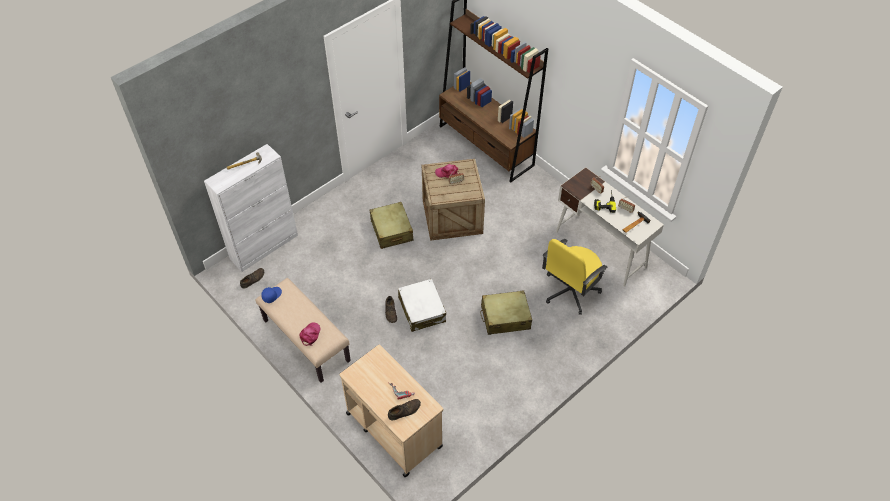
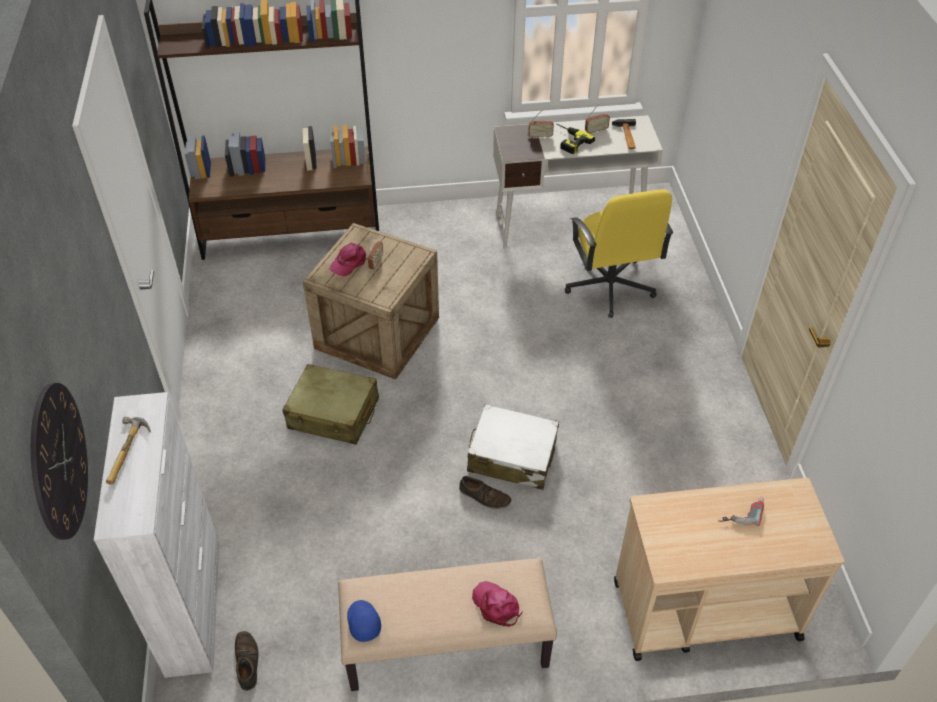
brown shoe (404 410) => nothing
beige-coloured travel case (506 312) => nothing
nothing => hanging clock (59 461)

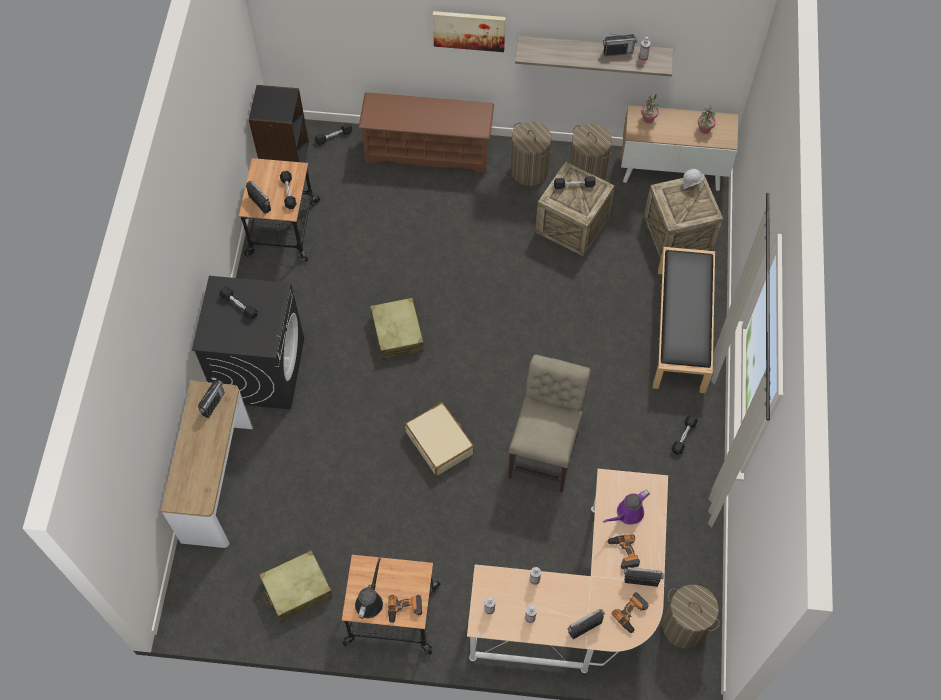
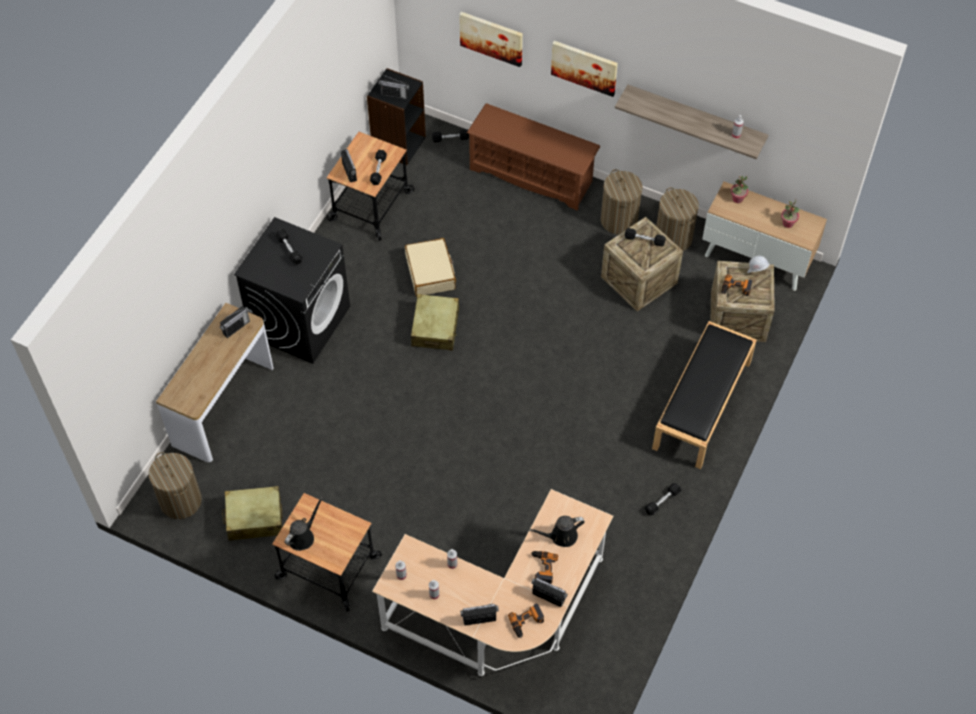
power drill (405 609) => power drill (736 285), moved
beige-coloured travel case (439 439) => beige-coloured travel case (430 267), moved
beige-coloured upright chair (549 424) => nothing
radio set (620 45) => radio set (393 87), moved
purple watering pot (626 507) => black-coloured watering pot (557 531)
washing basket (691 616) => washing basket (175 485), moved
nothing => wall art (491 39)

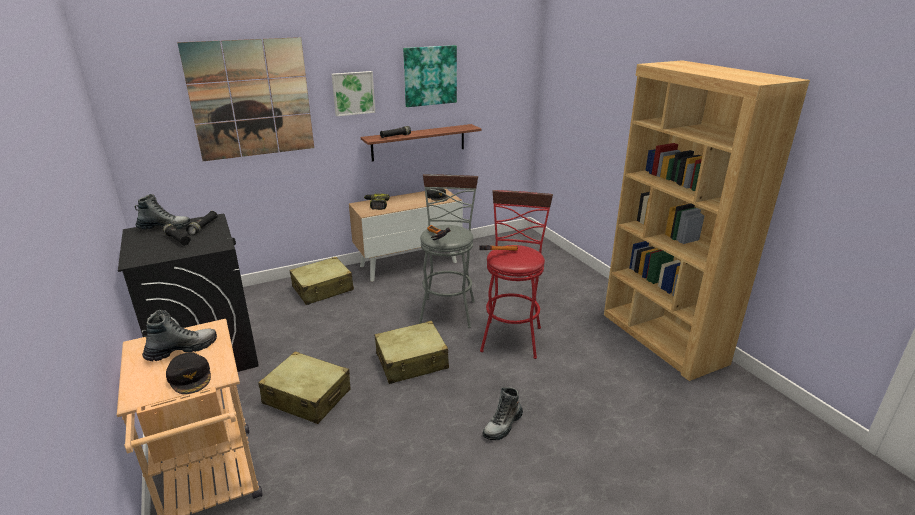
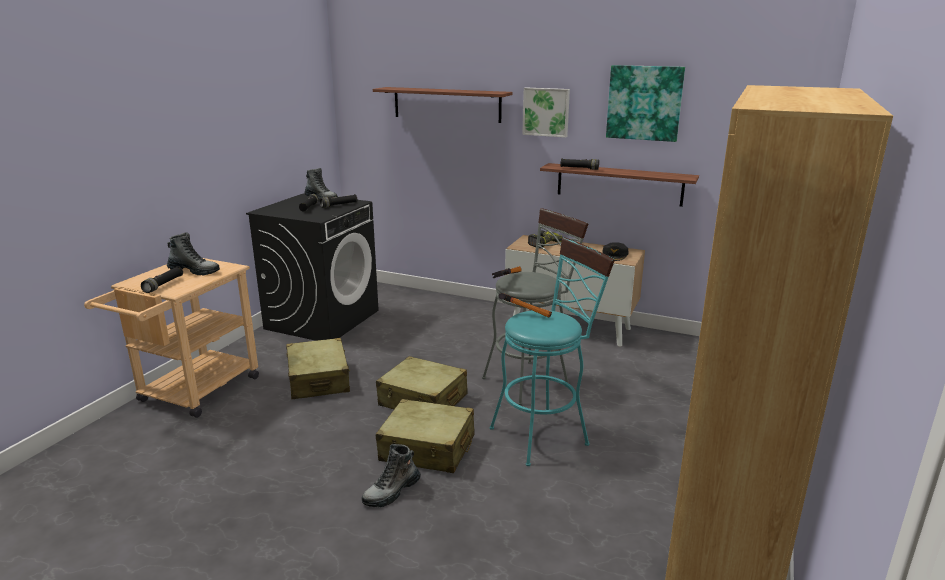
black-coloured peaked cap (188 373) => black-coloured torch (162 279)
wall art (245 99) => bracket shelf (443 105)
beige-coloured travel case (322 281) => beige-coloured travel case (425 436), moved
red sitting stool (516 274) => turquoise sitting stool (552 351)
high-top boot (502 413) => high-top boot (391 475), 45 degrees counterclockwise

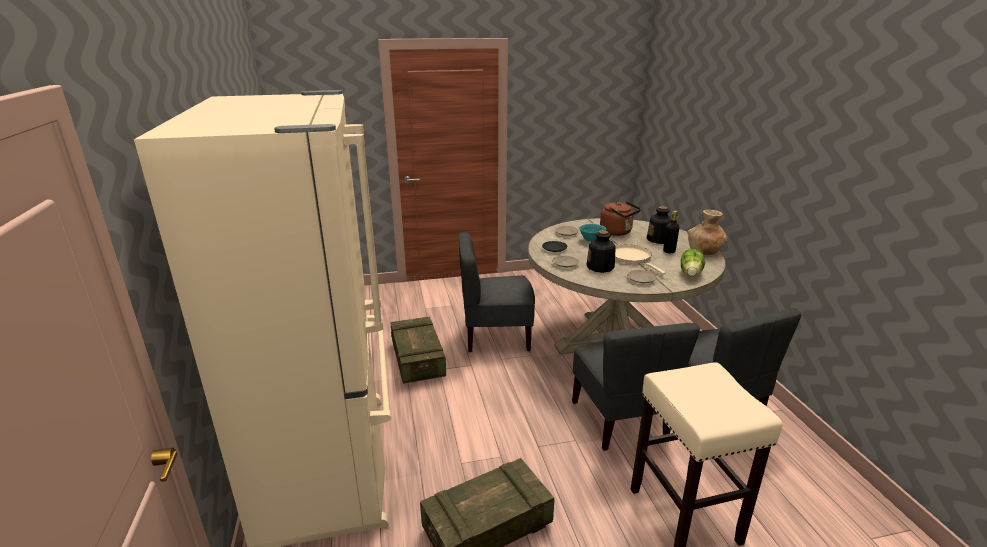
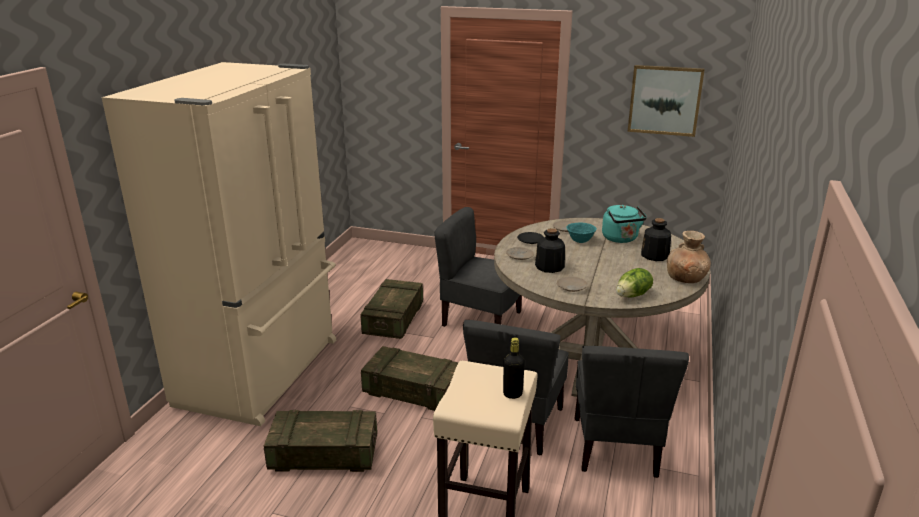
brown kettle (620 218) => turquoise kettle (624 224)
beige-coloured skillet (640 259) => nothing
black-coloured bottle (671 232) => black-coloured bottle (514 368), moved
nothing => shipping crate (409 378)
nothing => wall art (666 101)

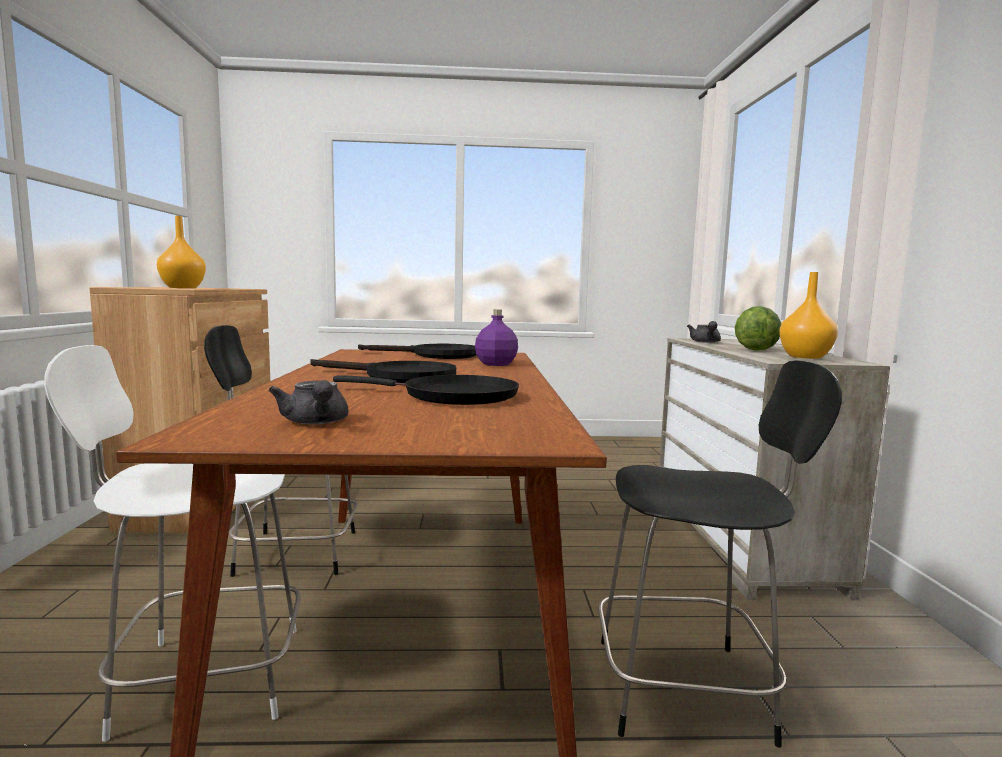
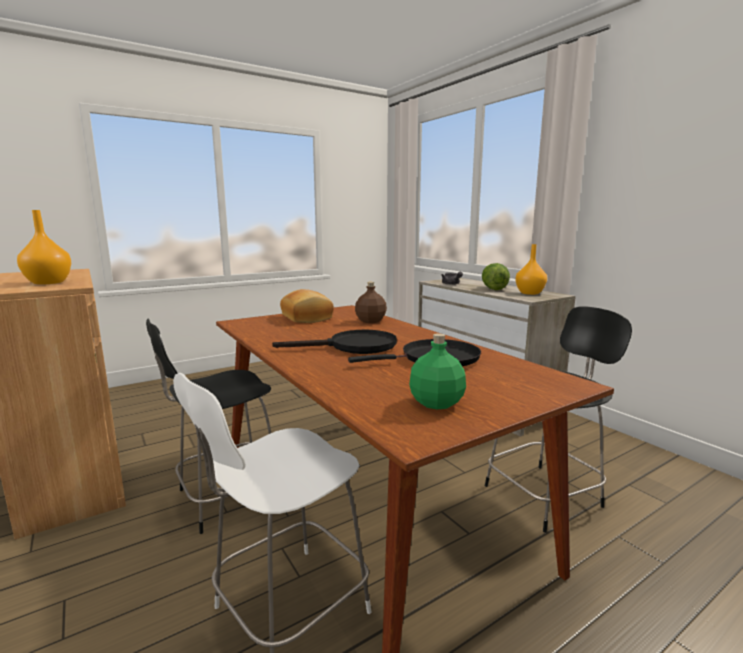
greyish pot for tea (308 402) => greenish bottle (437 371)
black-coloured skillet (417 351) => bakery bread (307 306)
purple bottle (496 337) => brown bottle (371 302)

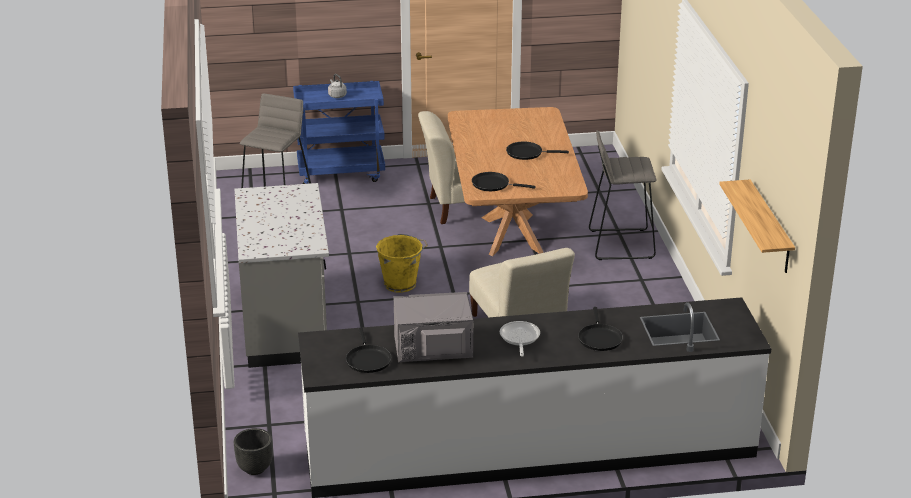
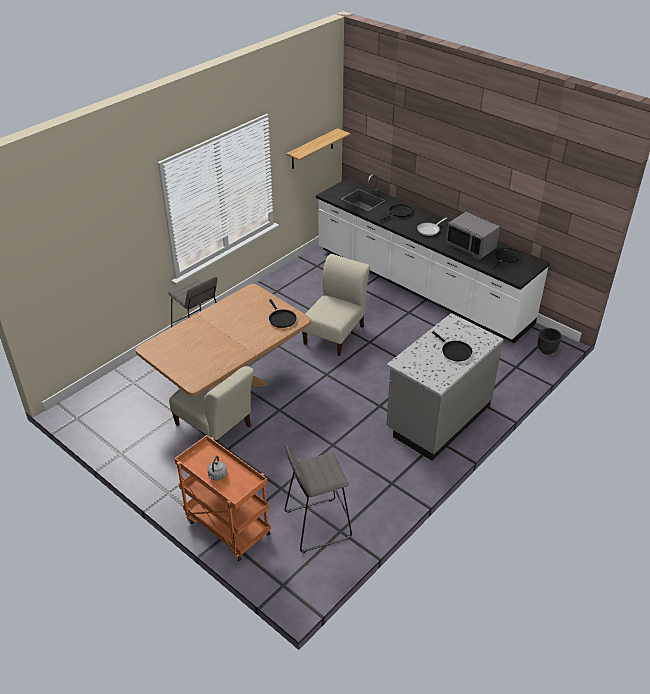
blue trolley (339 132) => orangey trolley (222 498)
yellow-coloured bucket (402 263) => nothing
black-coloured skillet (537 150) => black-coloured skillet (452 346), moved

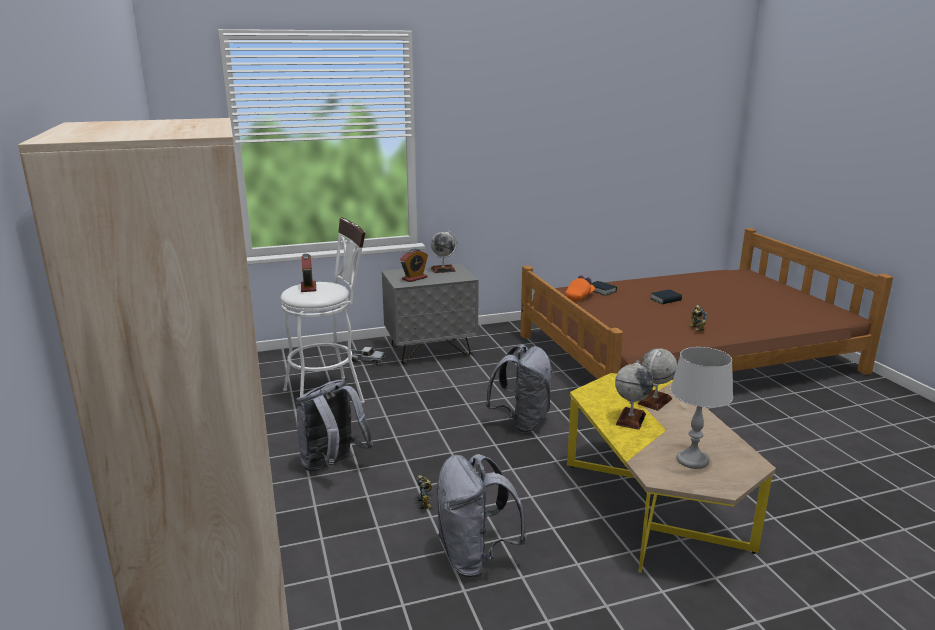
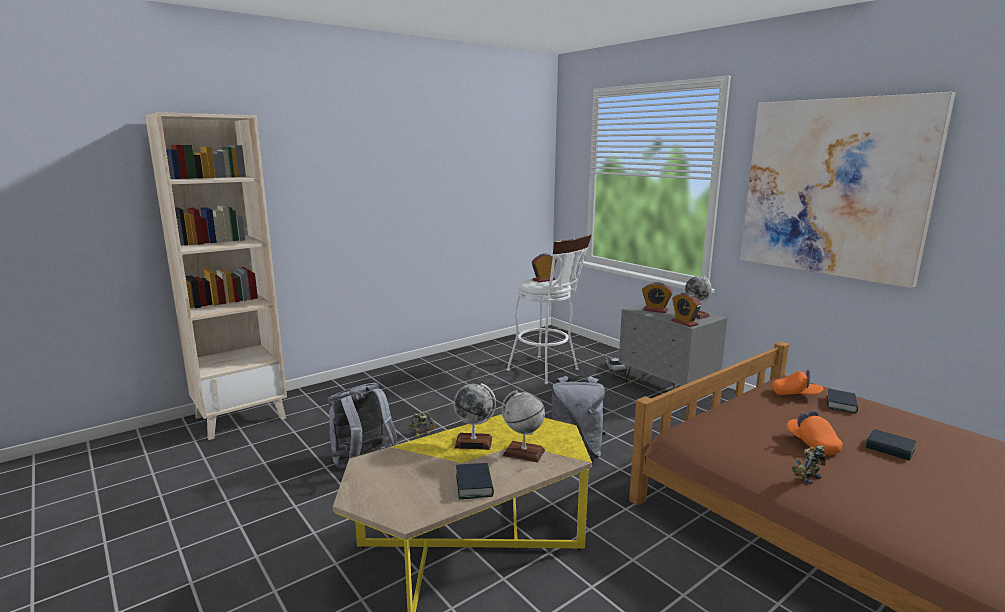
greyish knapsack (334 425) => nothing
greyish table lamp (701 408) => nothing
nothing => book (475 481)
nothing => bedside clock (686 309)
nothing => wall art (848 190)
nothing => orangey peaked cap (814 432)

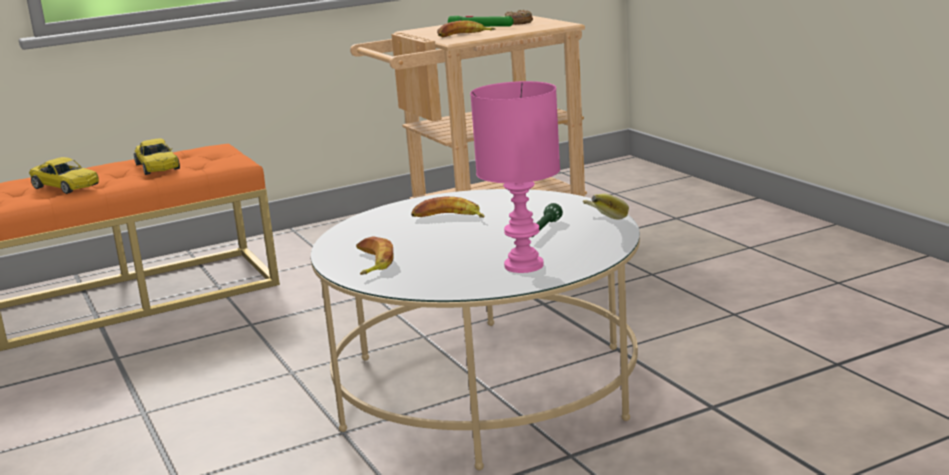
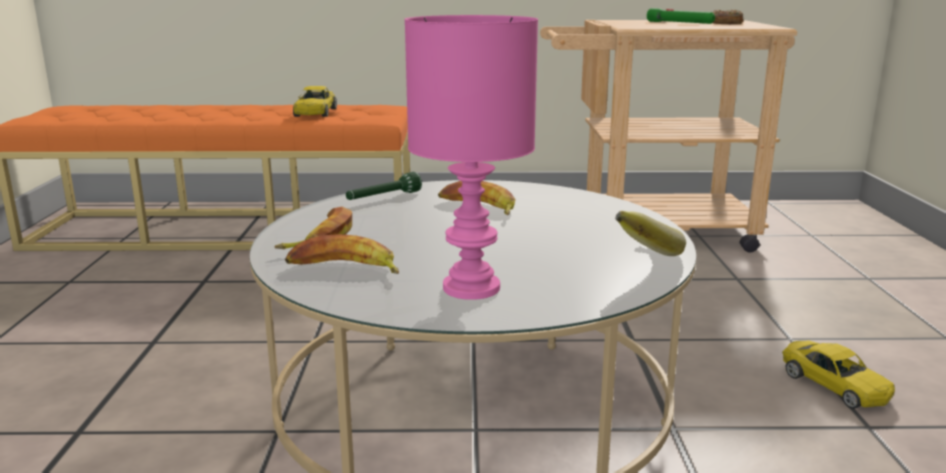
yellow-coloured model car (64 175) => yellow-coloured model car (838 374), moved
banana (466 29) => banana (342 254), moved
greenish torch (547 220) => greenish torch (384 186), moved

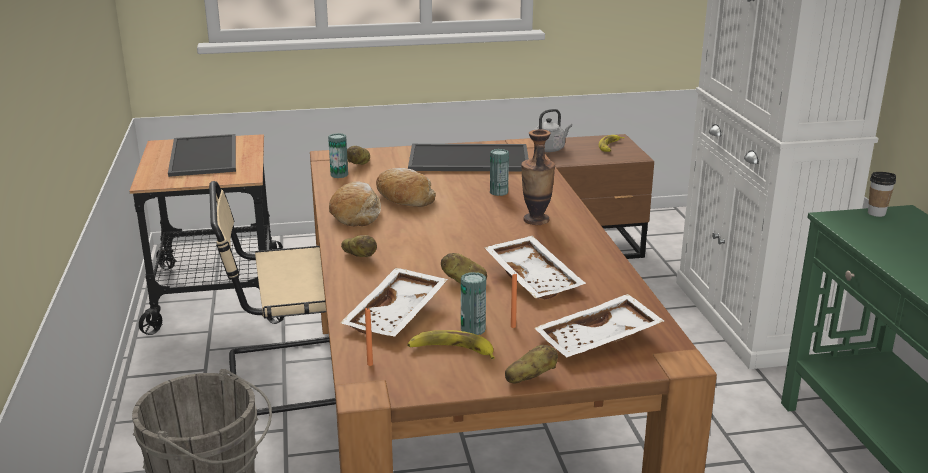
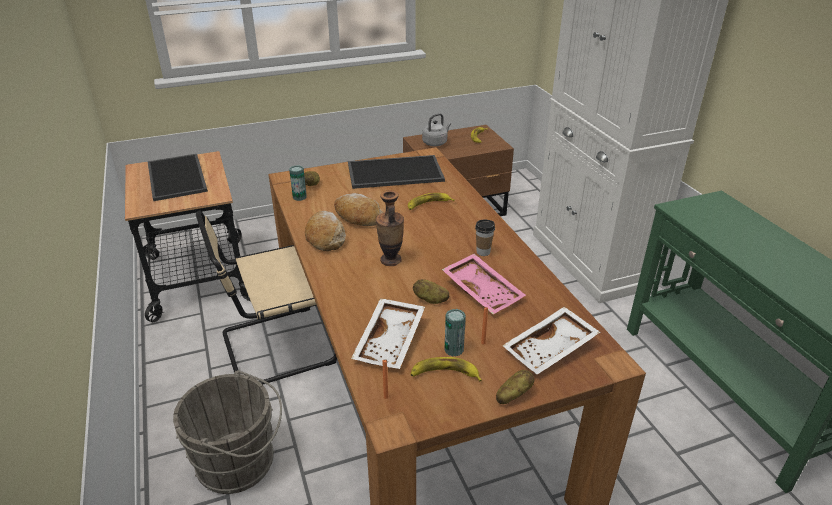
whole potato (359 246) => nothing
whitish carrying tray (535 267) => pinkish carrying tray (484 284)
metal can (499 172) => banana (431 201)
vase (538 177) => vase (390 228), moved
small cup (882 194) => small cup (485 238), moved

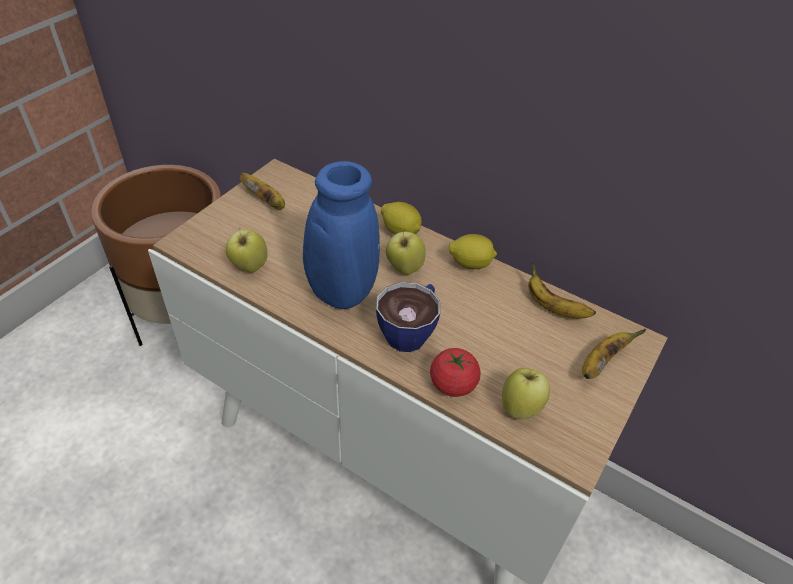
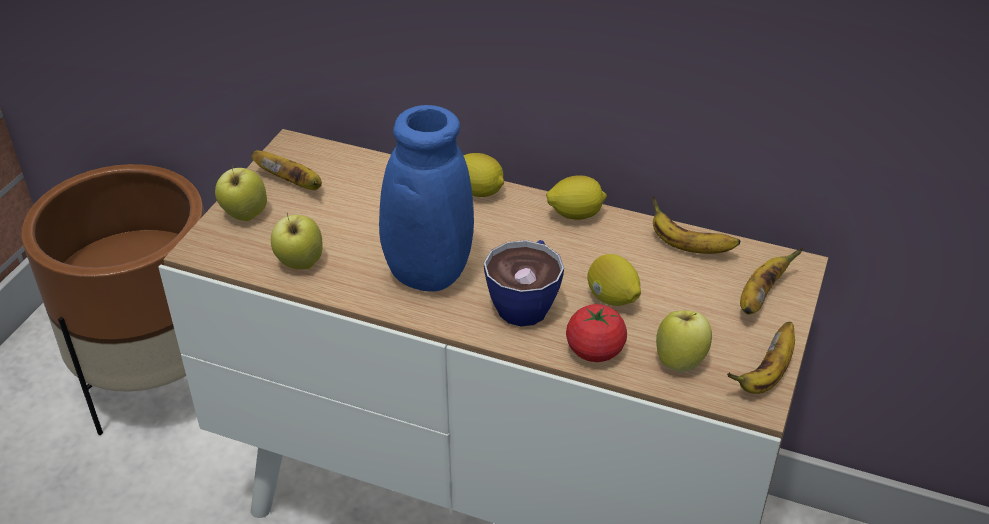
apple fruit (406 252) => apple fruit (241 192), moved
nothing => citrus fruit (614 280)
nothing => banana (761 358)

